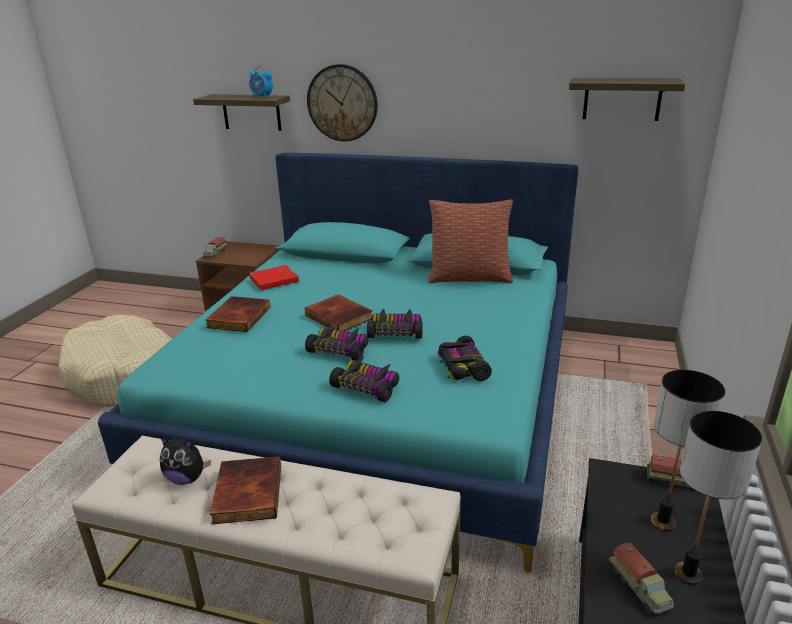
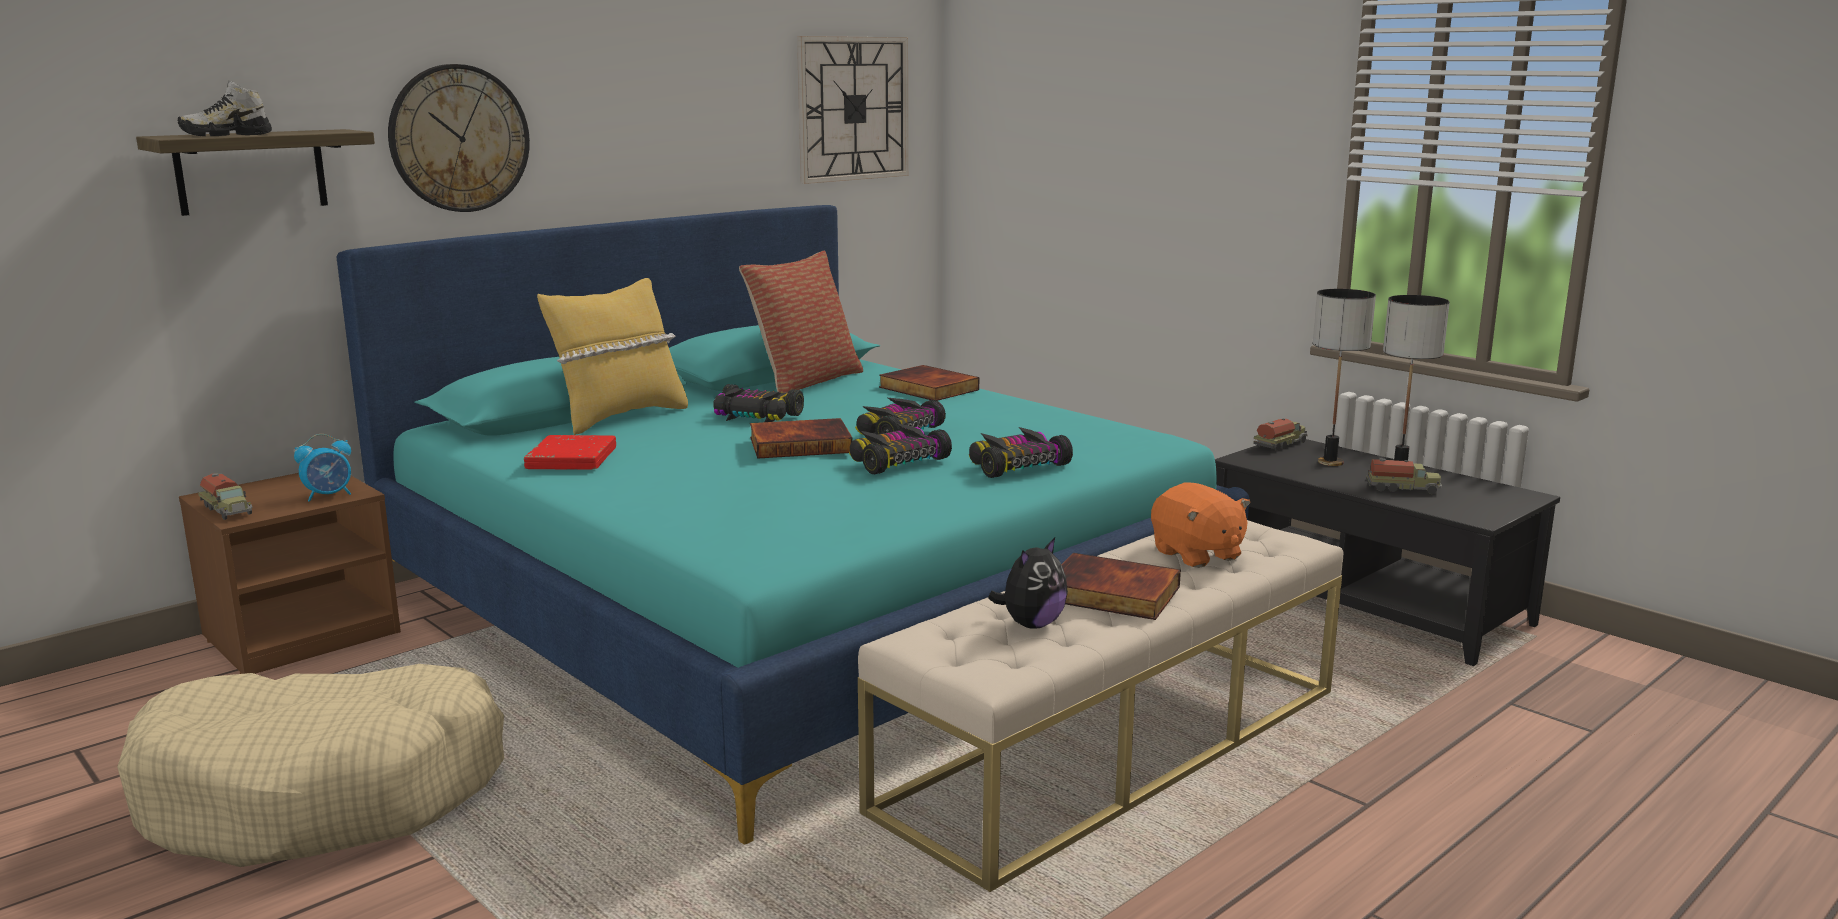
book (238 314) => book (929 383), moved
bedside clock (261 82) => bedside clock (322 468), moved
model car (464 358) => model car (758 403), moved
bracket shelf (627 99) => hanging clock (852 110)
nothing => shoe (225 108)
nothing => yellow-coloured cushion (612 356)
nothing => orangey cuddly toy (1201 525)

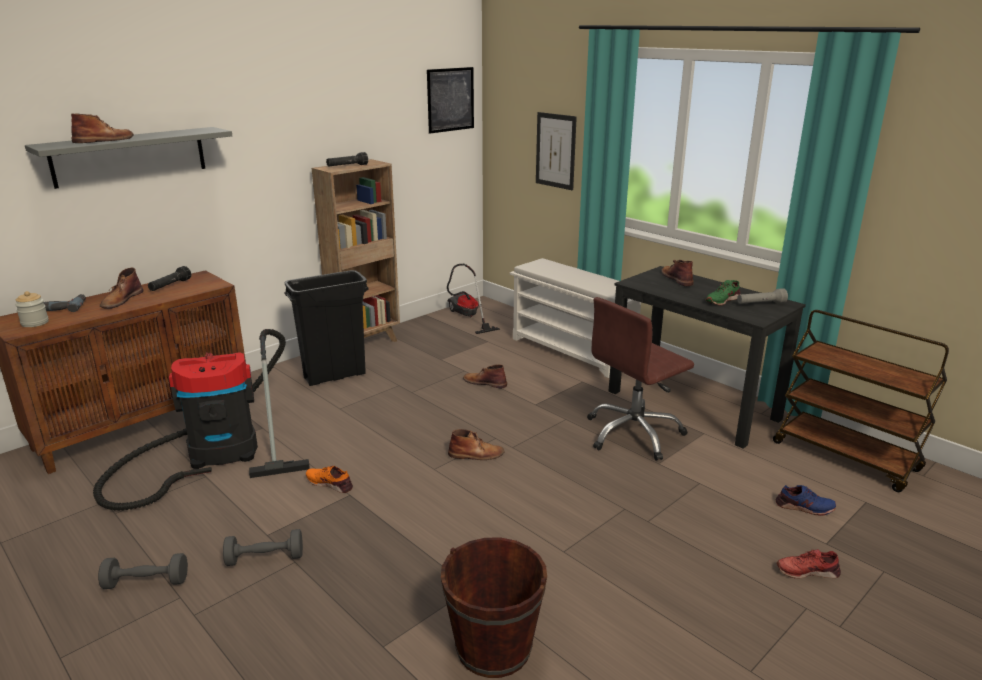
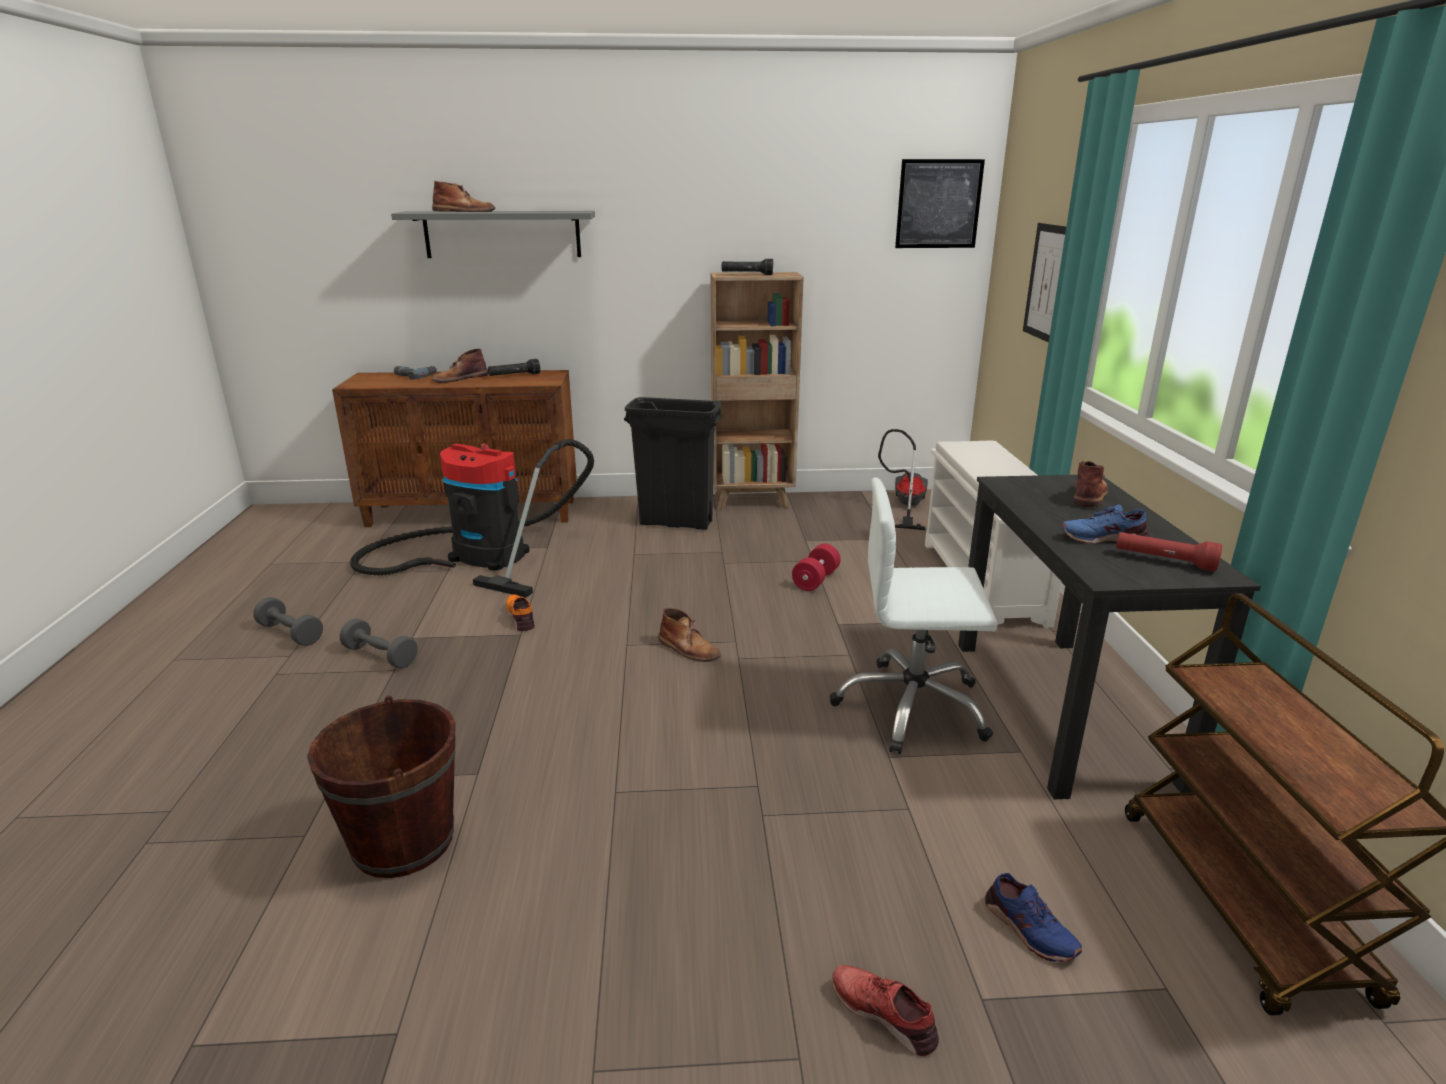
storage jar (32 309) => nothing
brown high-top boot (485 376) => red hand weight (816 567)
brown computer chair (640 379) => whitish computer chair (914 616)
greenish shoe (723 293) => blue shoe (1105 523)
greyish torch (762 296) => red torch (1169 551)

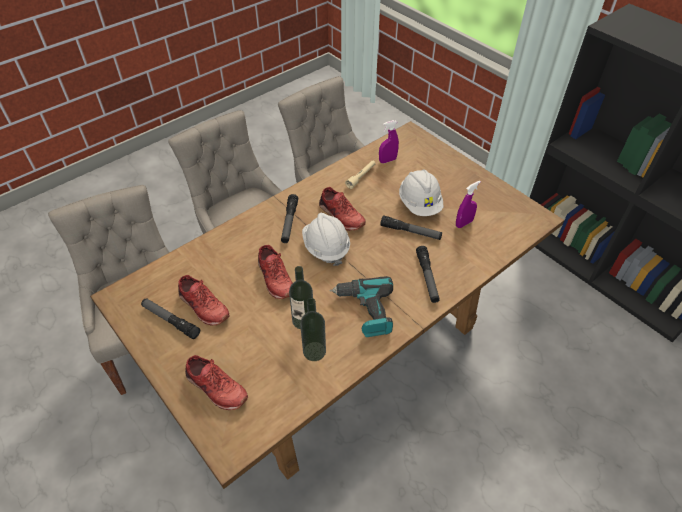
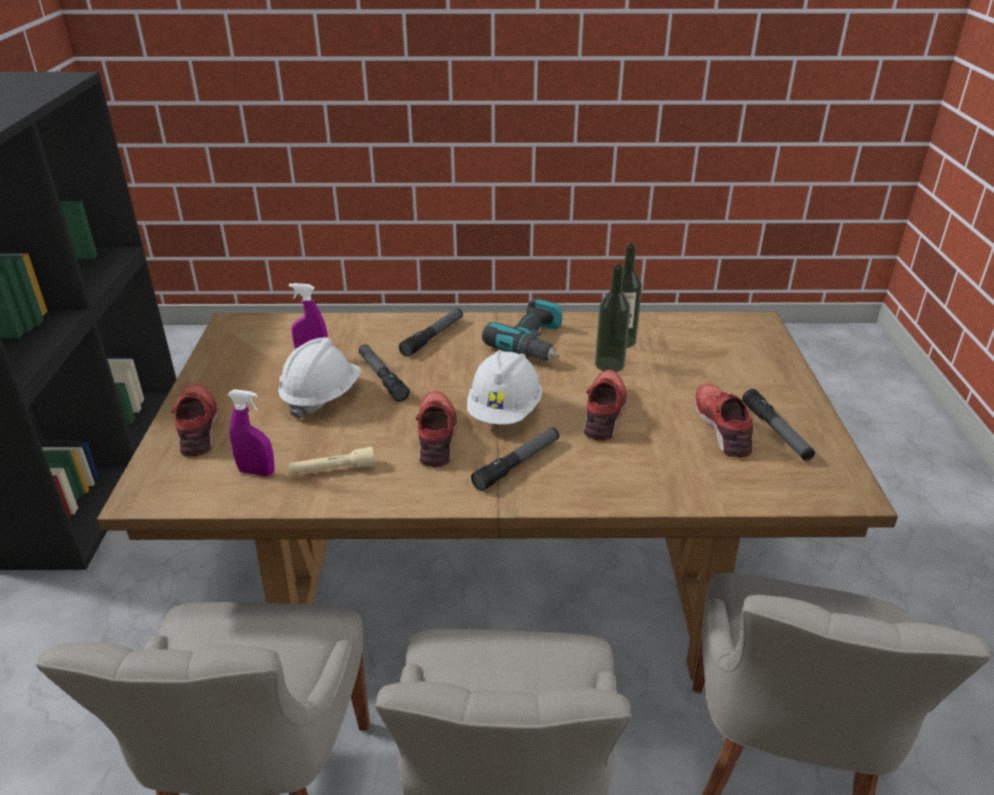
red shoe (216 382) => red shoe (195 419), moved

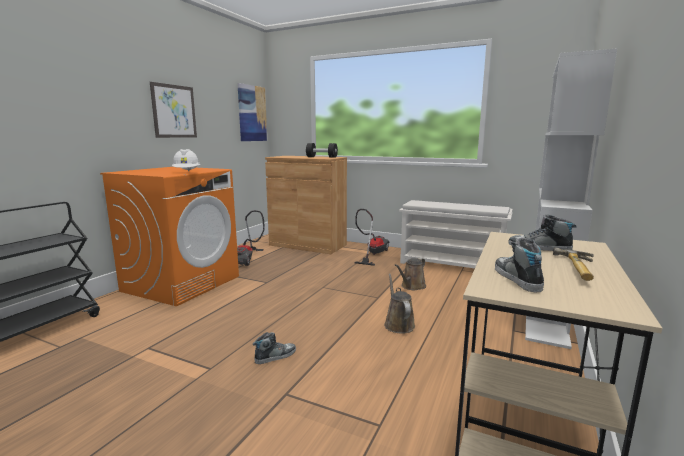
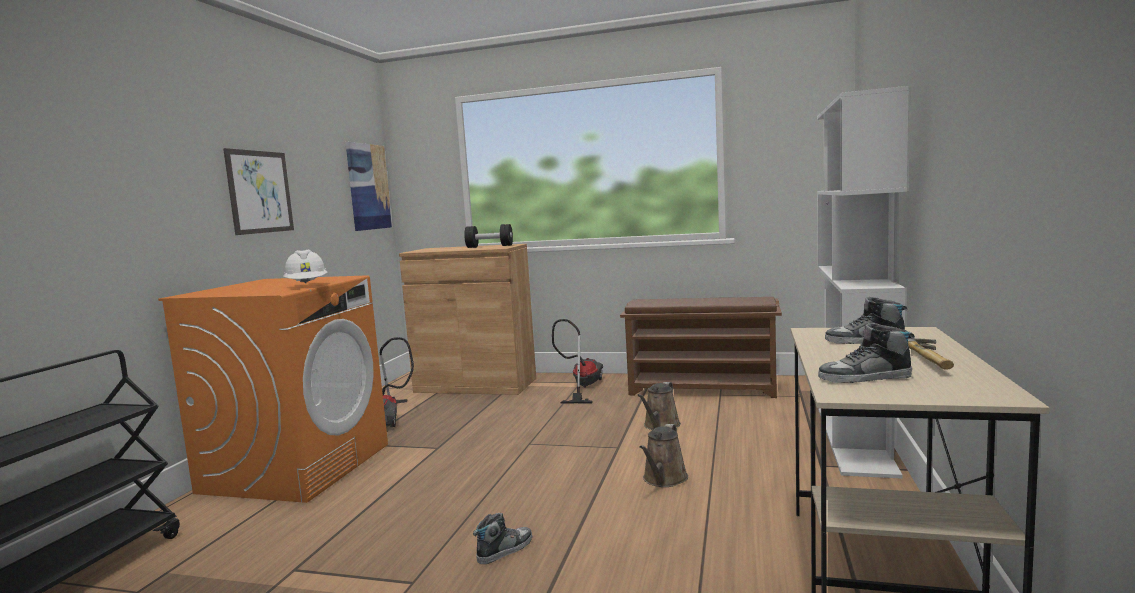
brown watering pot (399 303) => brown watering pot (663 455), 135 degrees counterclockwise
whitish shoe stand (456 234) => brown shoe stand (701 347)
shoe (519 264) => shoe (866 353), 75 degrees counterclockwise

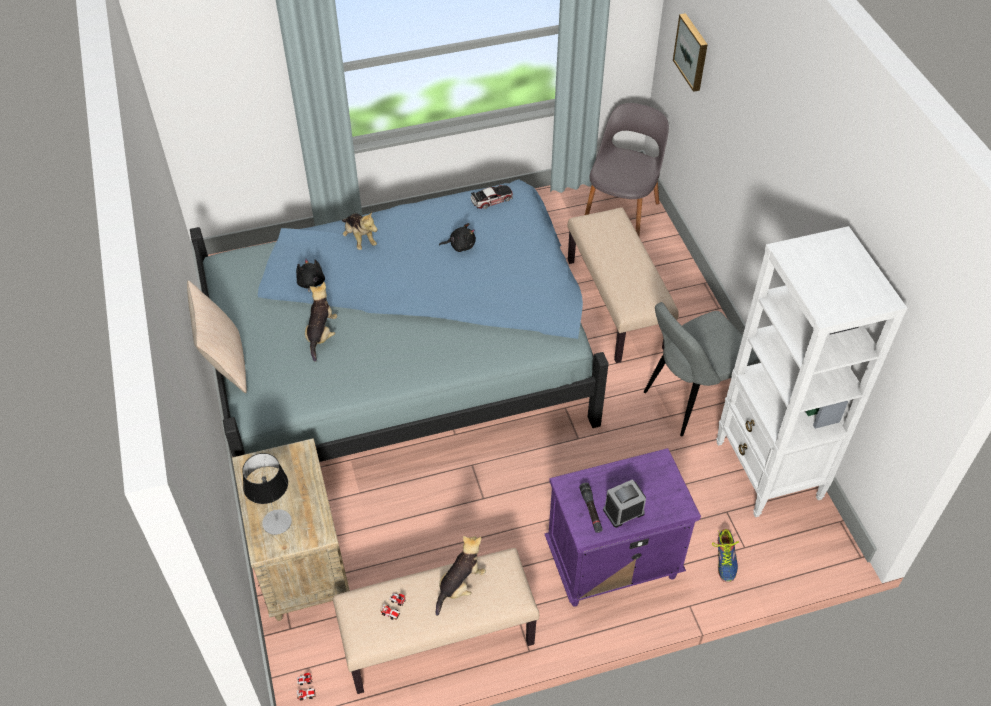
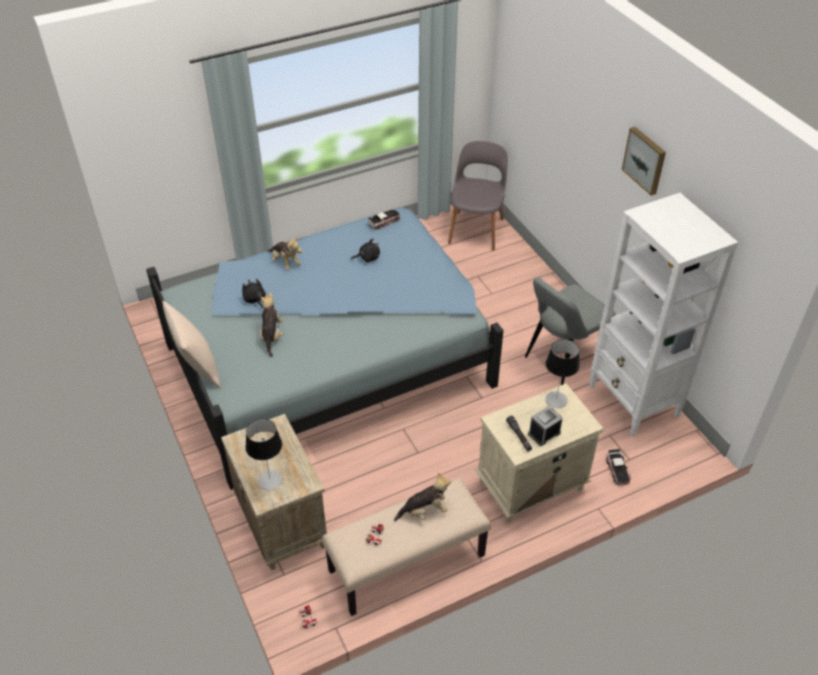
cuddly toy (461 576) => cuddly toy (422 496), 45 degrees clockwise
purple bedside table (622 527) => beige-coloured bedside table (539 453)
beige-coloured bench (623 285) => nothing
wall art (690 52) => wall art (644 161), moved
shoe (725 555) => model car (618 467)
nothing => table lamp (562 373)

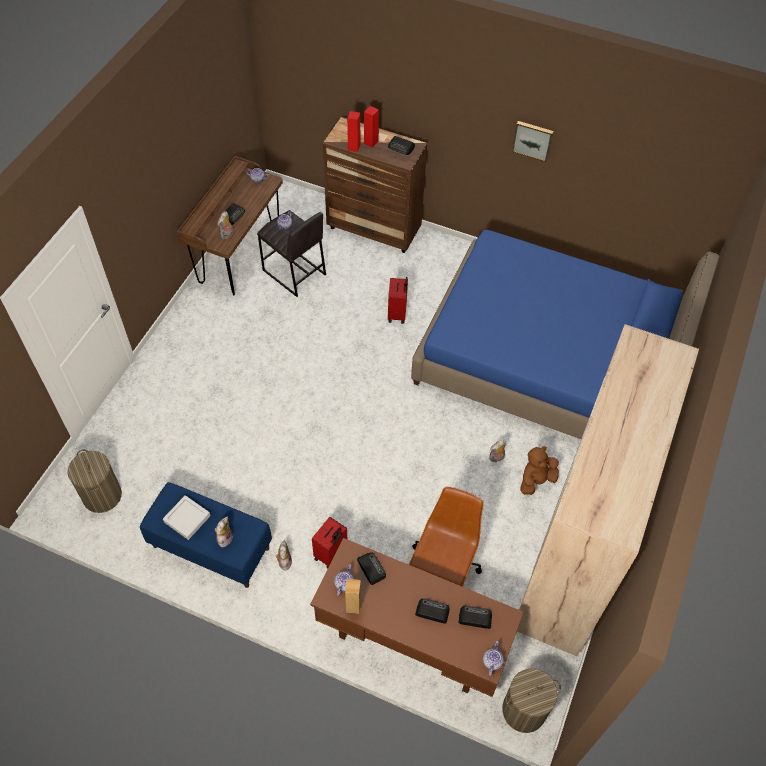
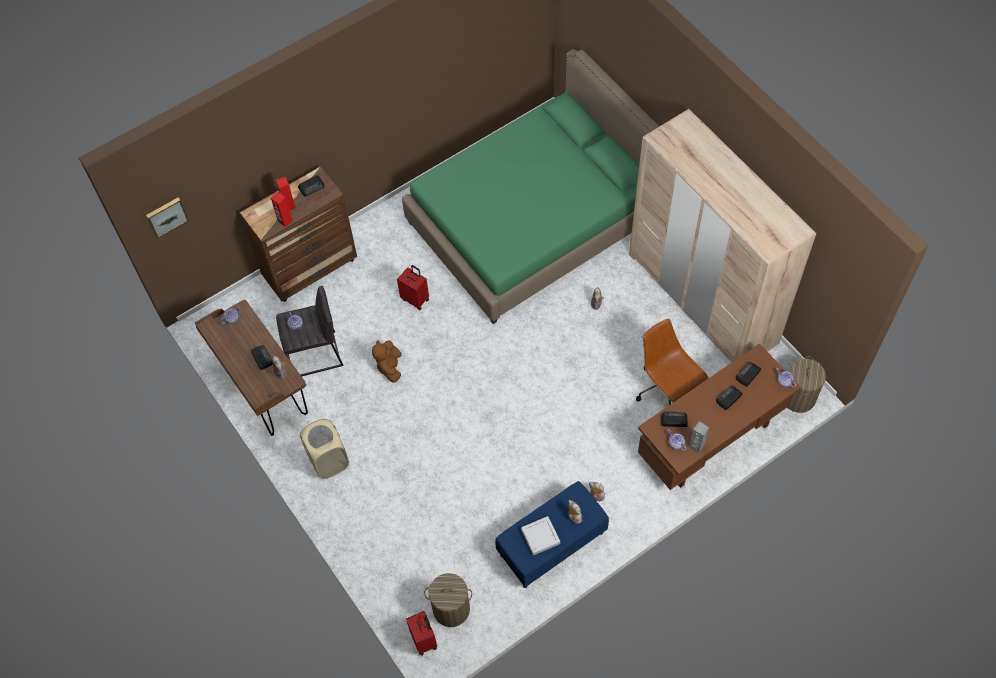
red travel case (329 543) => red travel case (421 633), moved
brown audio speaker (353 596) => greyish audio speaker (699 437)
blue bedroom bed (565 334) => greenish bedroom bed (530 186)
wall art (532 141) => wall art (167 218), moved
brown cuddly toy (539 470) => brown cuddly toy (387 361), moved
nothing => beige-coloured washing basket (324 449)

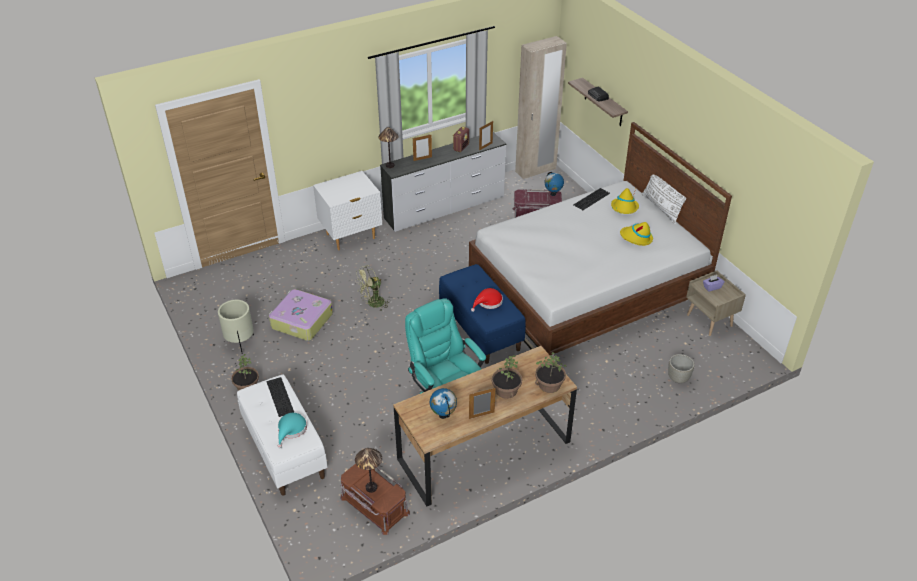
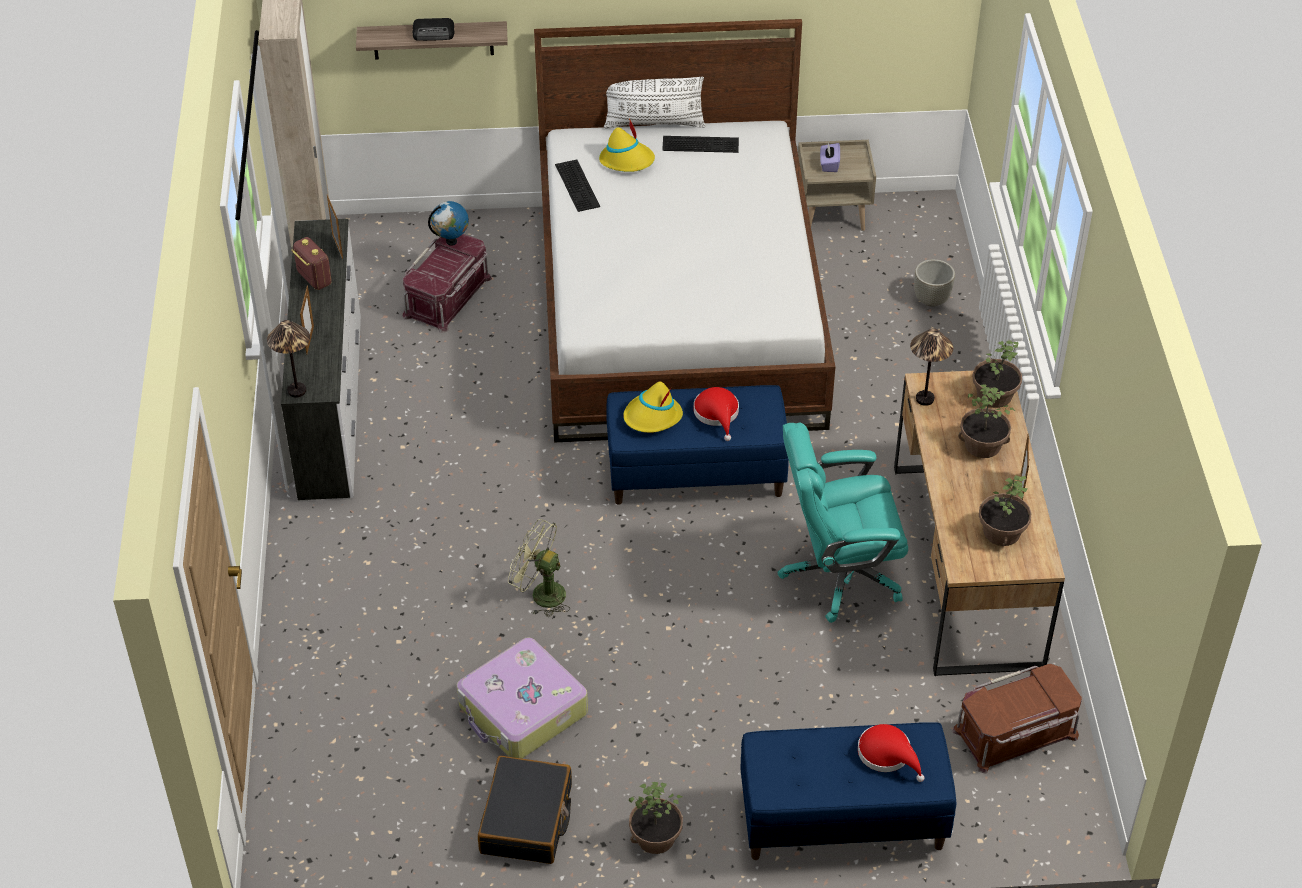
beige-coloured planter (236 327) => black-coloured travel case (525 810)
whitish bench (282 435) => blue bench (848 791)
computer keyboard (280 397) => computer keyboard (700 144), moved
turquoise hat (292 430) => red hat (891 753)
whitish bedside table (347 210) => nothing
greenish cooling fan (372 288) => greenish cooling fan (539 568), 120 degrees clockwise
table lamp (368 470) => table lamp (931 367), moved
desk globe (443 403) => potted plant (1005 510)
yellow-coloured hat (636 234) => yellow-coloured hat (653 407), moved

